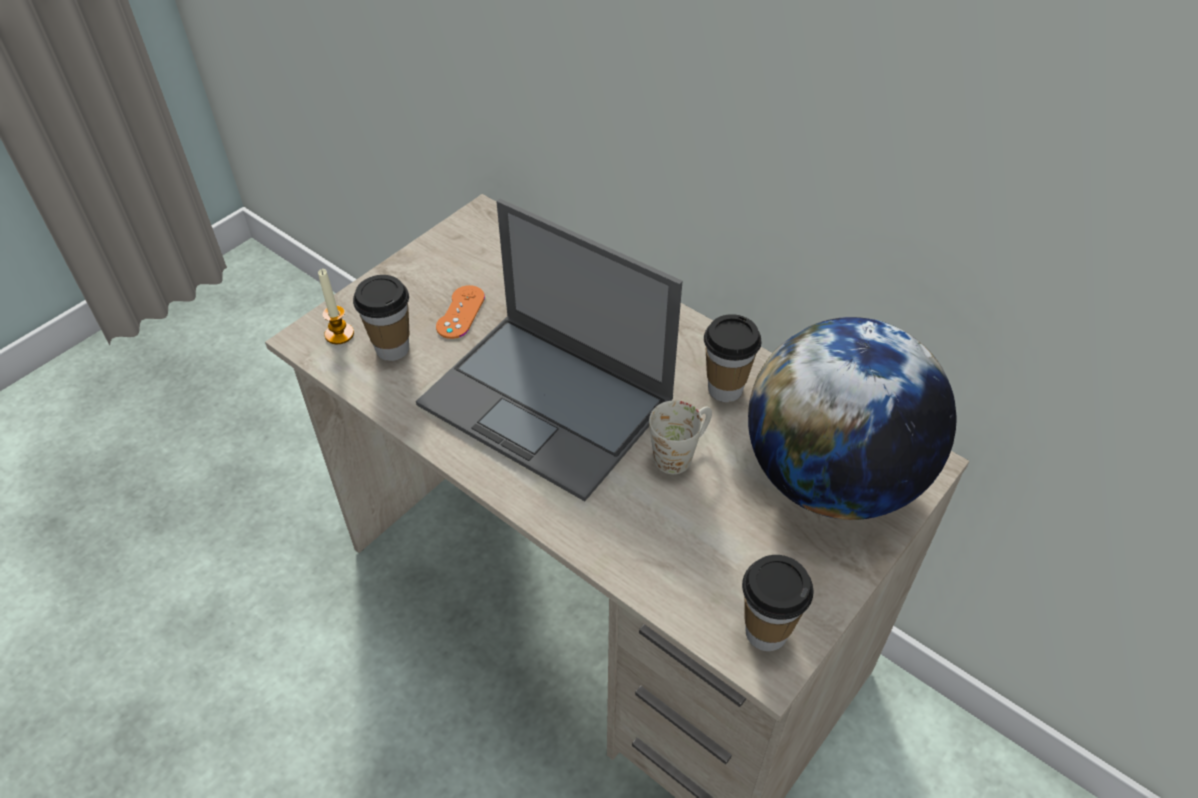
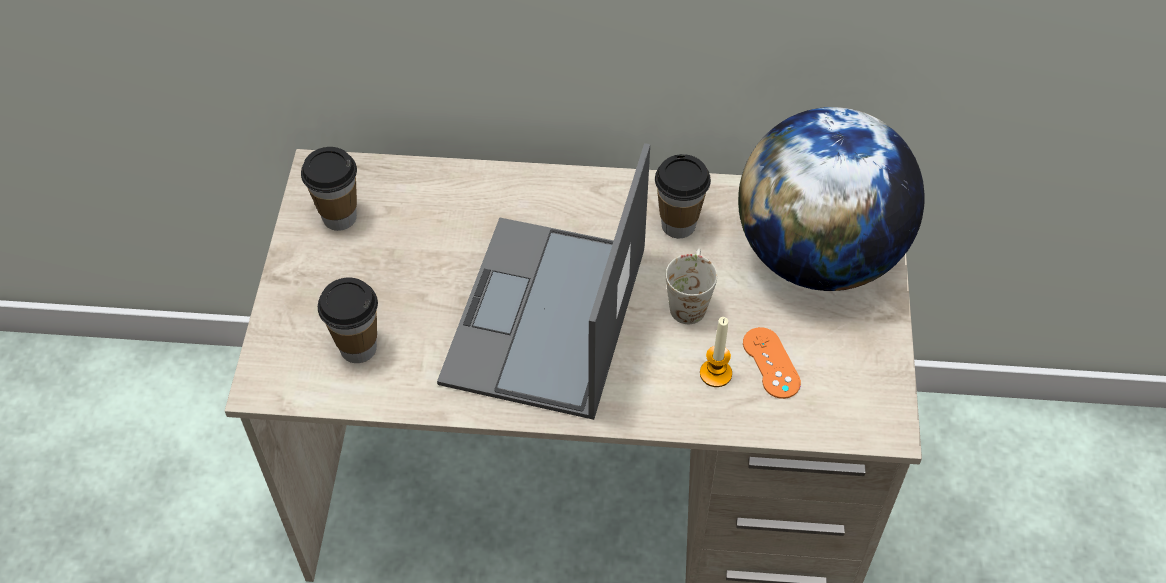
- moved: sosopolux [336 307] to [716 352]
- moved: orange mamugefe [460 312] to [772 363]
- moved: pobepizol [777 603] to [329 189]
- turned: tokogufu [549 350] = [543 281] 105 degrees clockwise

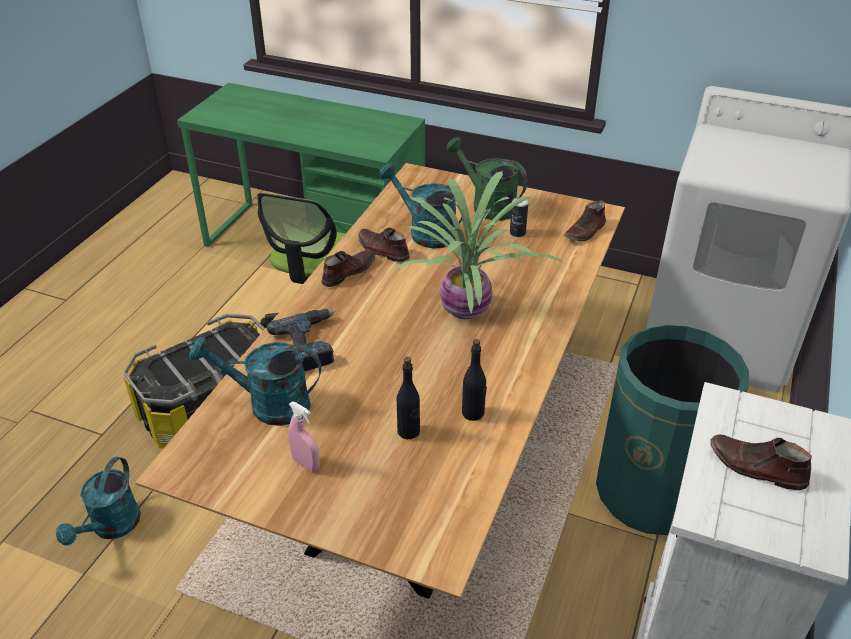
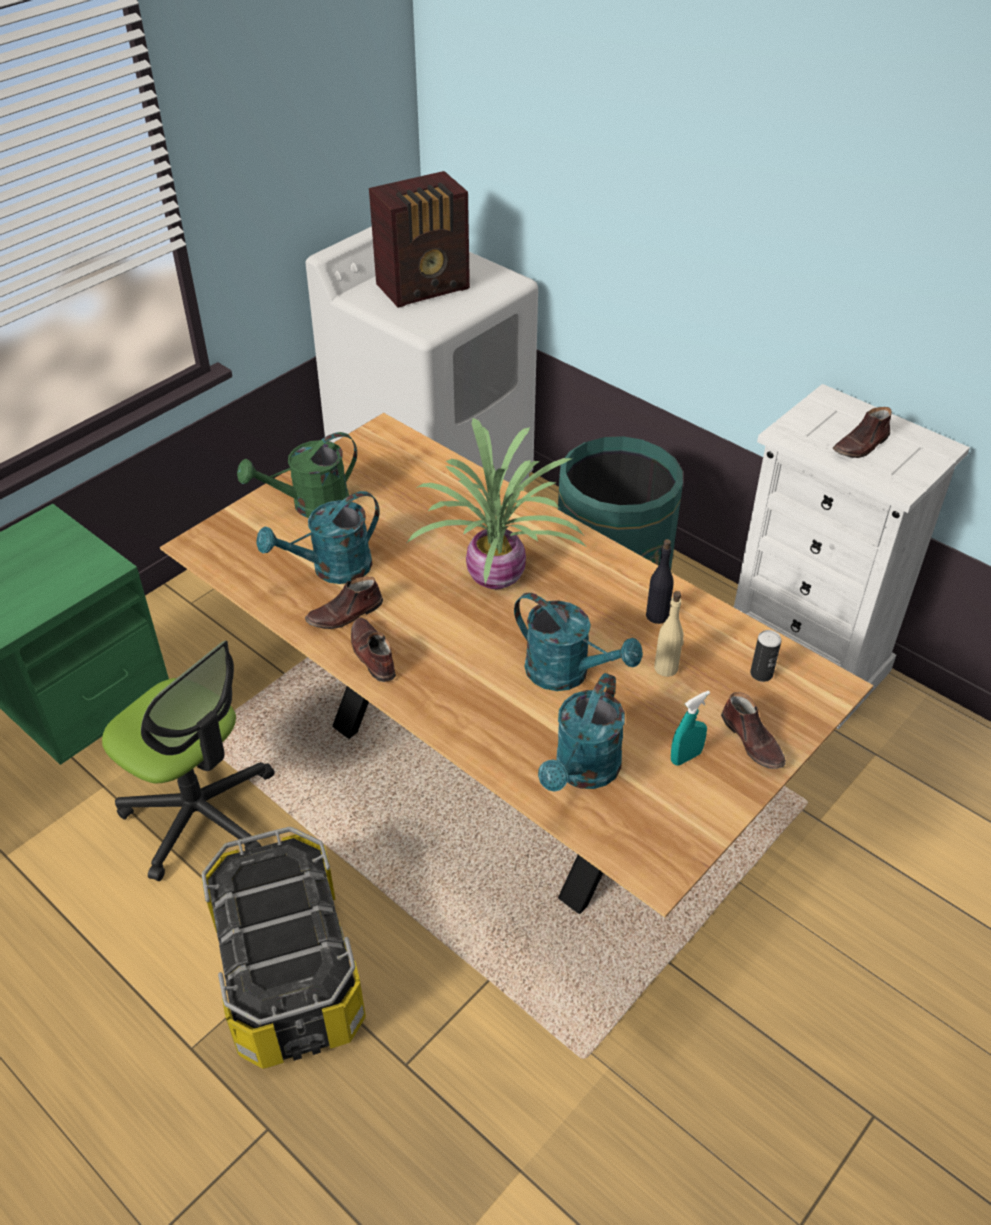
- removed: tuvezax [301 340]
- added: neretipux [419 239]
- moved: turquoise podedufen [98 501] to [578 642]
- moved: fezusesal [519 217] to [766 656]
- moved: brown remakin [585 220] to [753 730]
- recoloured: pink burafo [304 437] to turquoise burafo [690 728]
- recoloured: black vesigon [408 398] to beige vesigon [668 634]

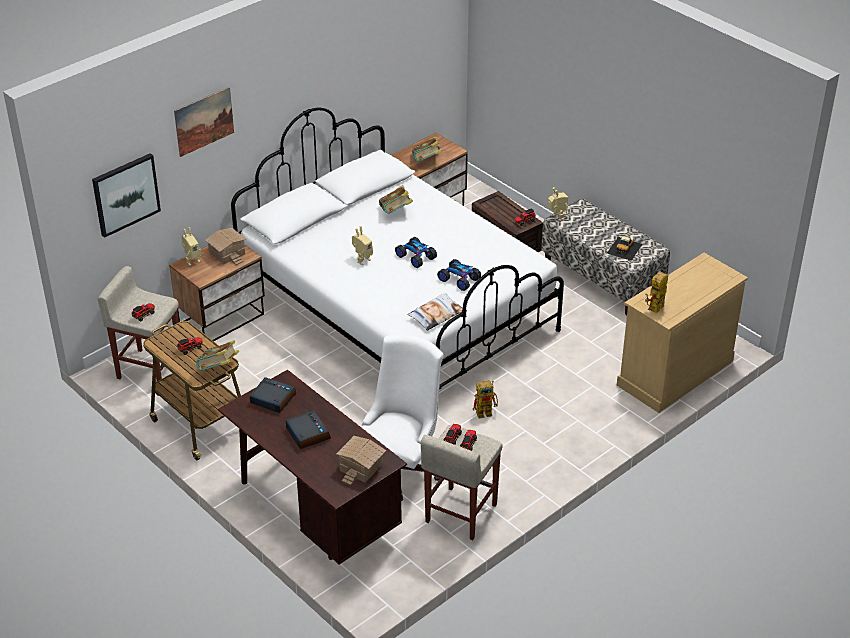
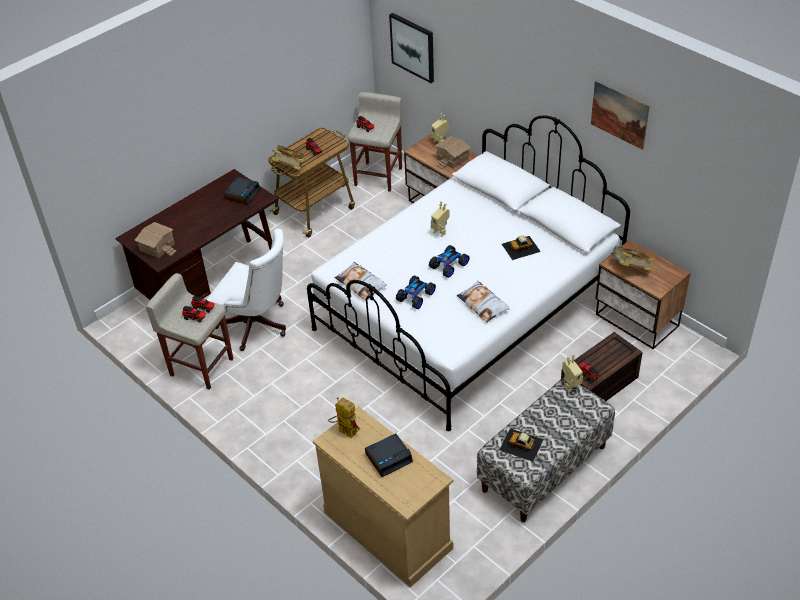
- removed: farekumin [485 399]
- added: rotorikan [483 301]
- moved: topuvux [204 122] to [620 115]
- moved: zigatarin [308 429] to [389 455]
- replaced: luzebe [396 199] to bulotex [521 248]

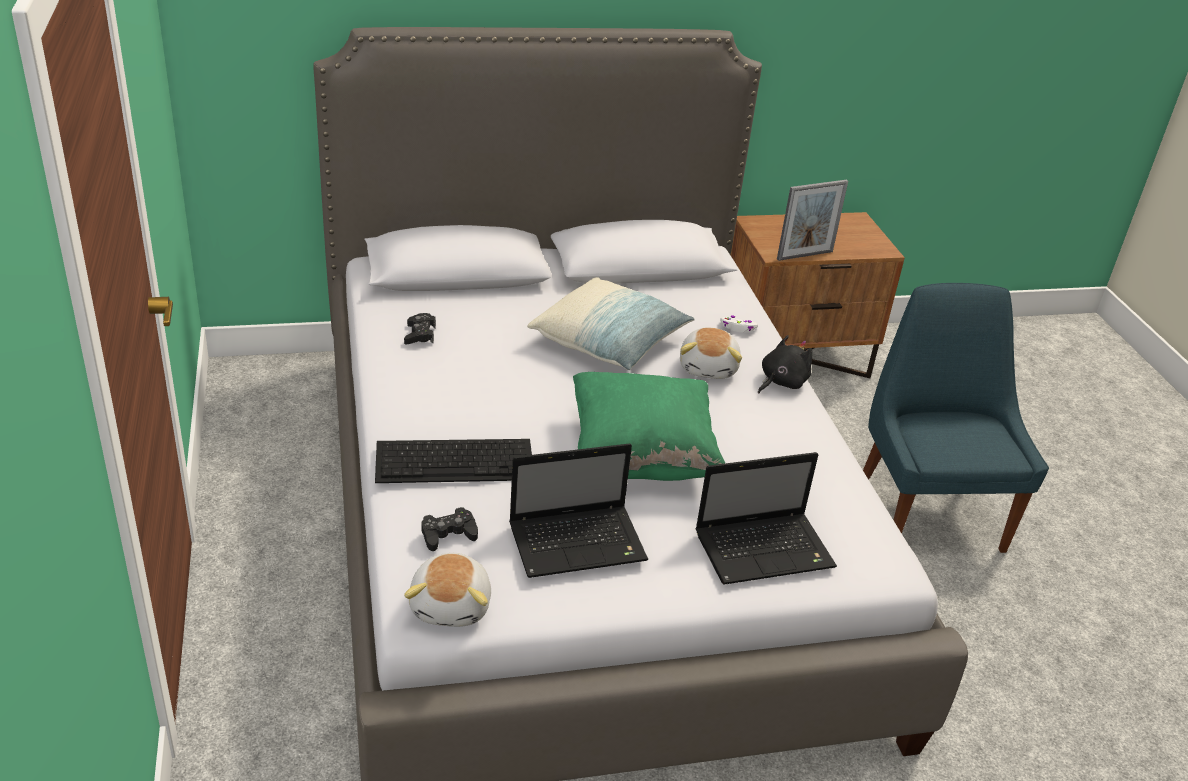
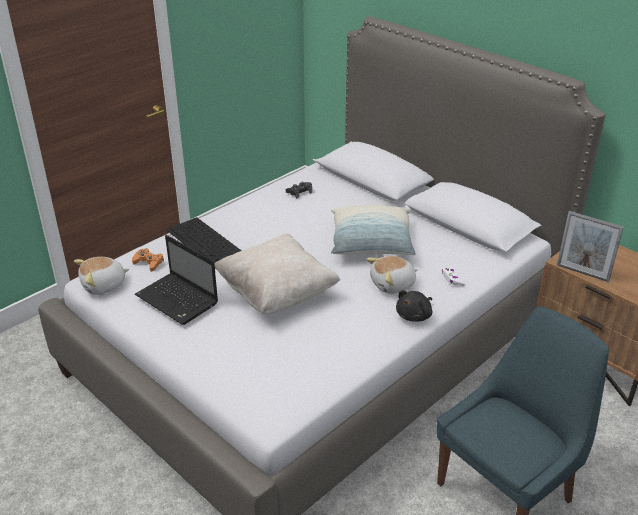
- removed: tokogufu [766 518]
- recoloured: black mamugefe [449 529] to orange mamugefe [148 260]
- recoloured: green rotorikan [649 426] to beige rotorikan [277 274]
- turned: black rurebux [785 364] = [414 306] 120 degrees clockwise

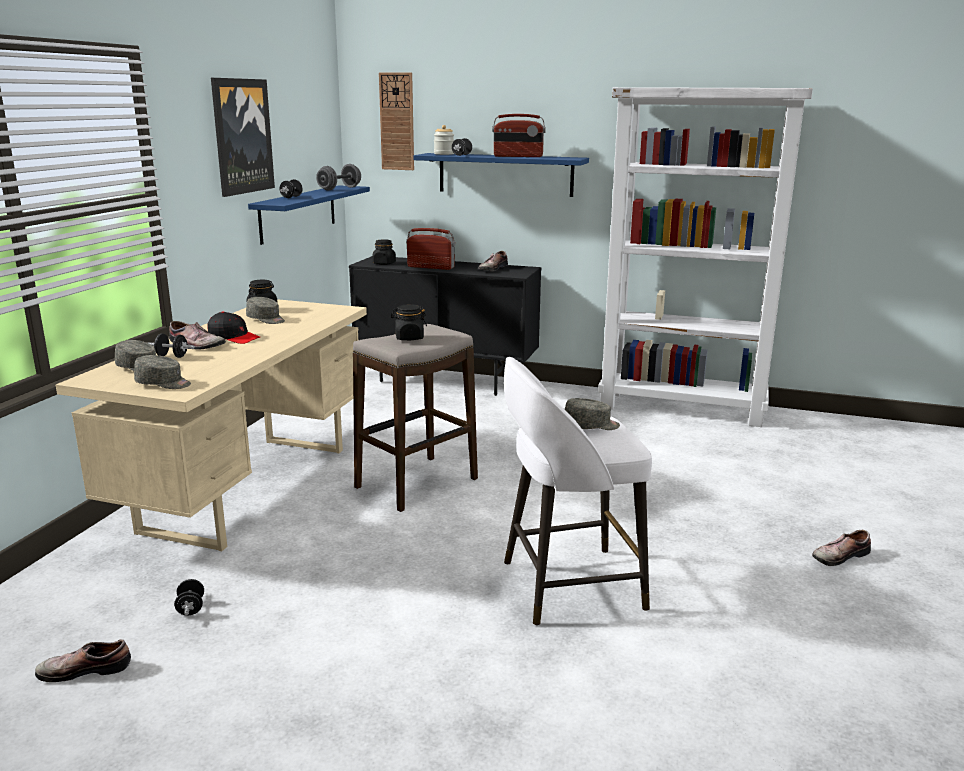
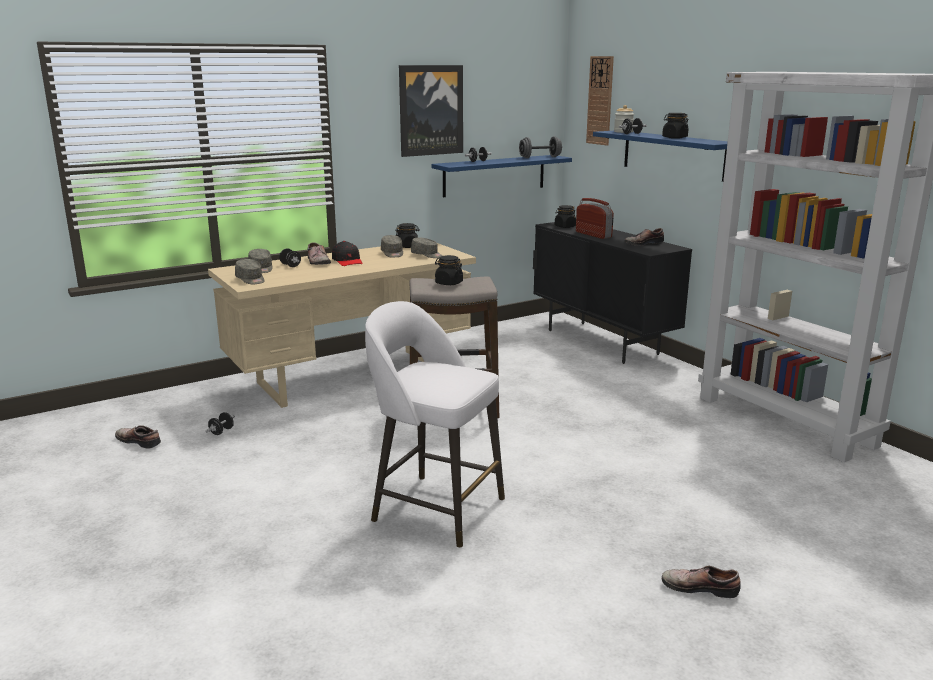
- moved: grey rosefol [592 414] to [426 248]
- replaced: neretipux [519 135] to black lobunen [675 126]

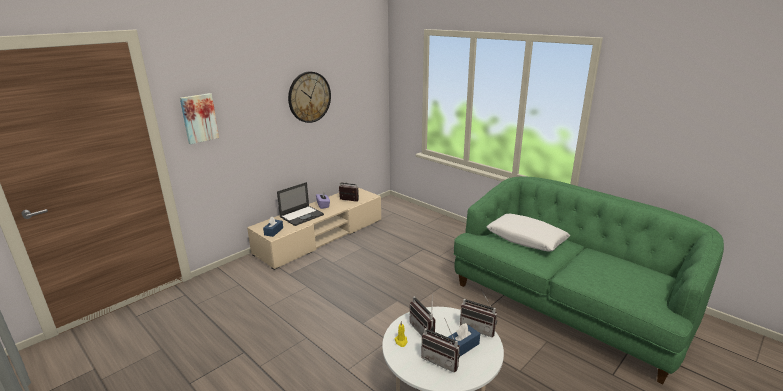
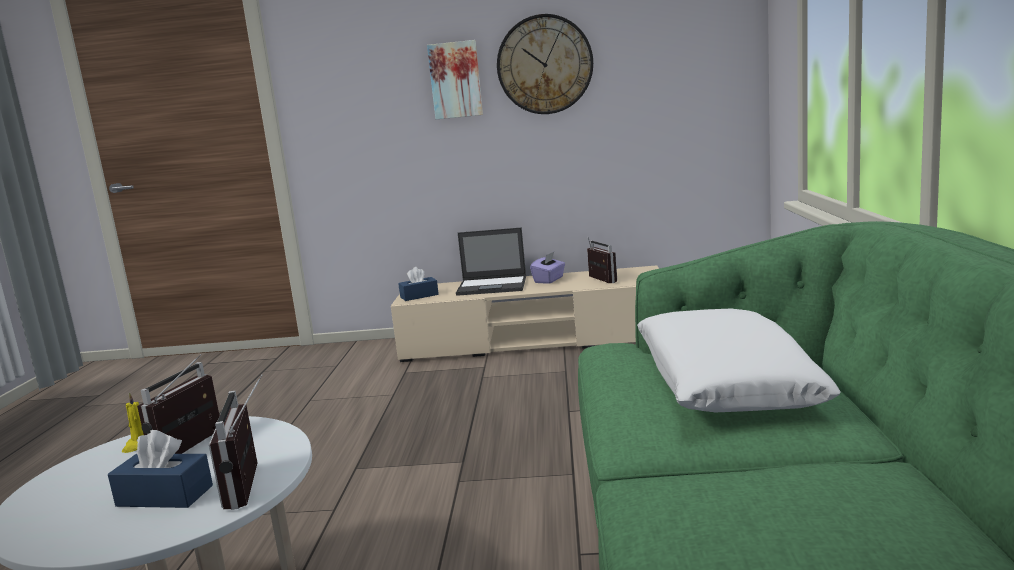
- removed: neretipux [440 345]
- moved: topuvux [199 118] to [455 79]

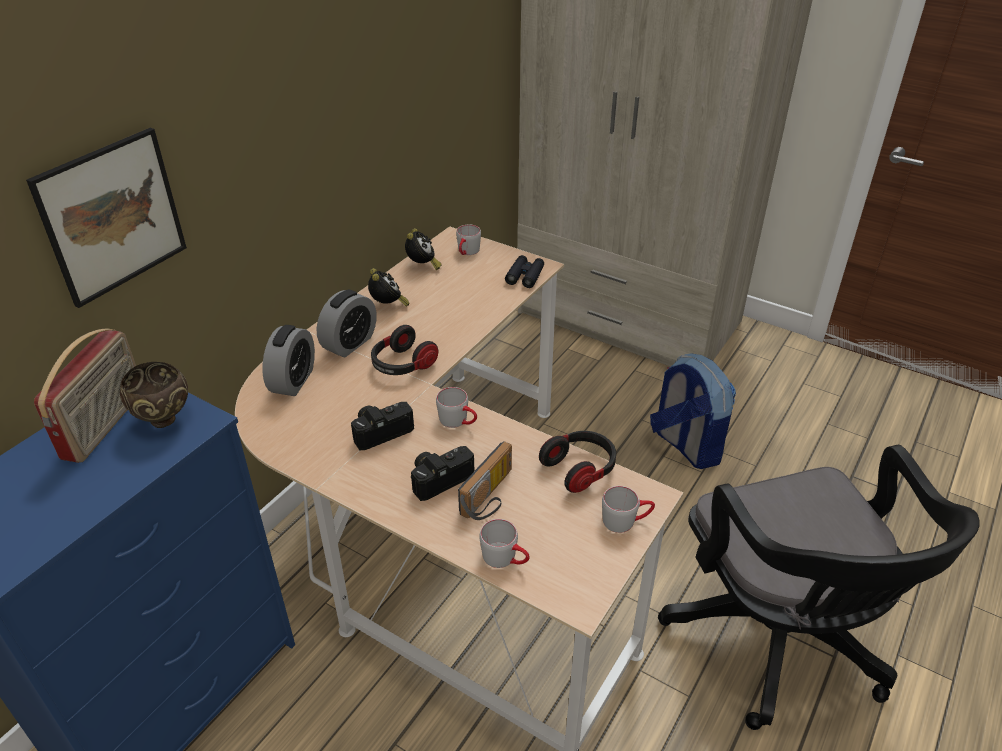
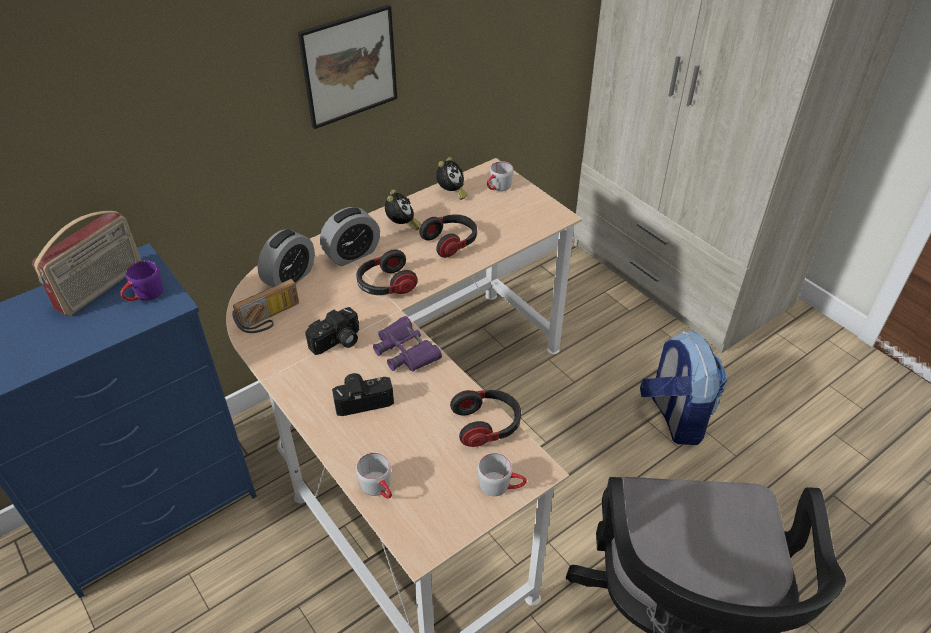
- removed: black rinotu [524 271]
- added: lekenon [448 236]
- moved: topuvux [106 218] to [347 66]
- moved: neretipux [485 480] to [265 306]
- replaced: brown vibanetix [154 395] to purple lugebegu [141 280]
- replaced: grey lugebegu [456 407] to purple rinotu [407 343]
- turned: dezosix [382 426] = [332 331] 150 degrees clockwise

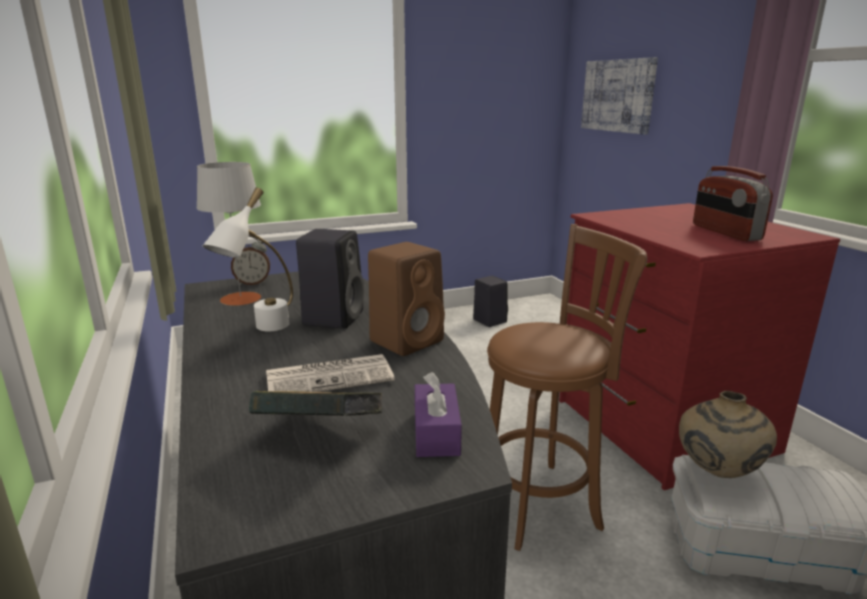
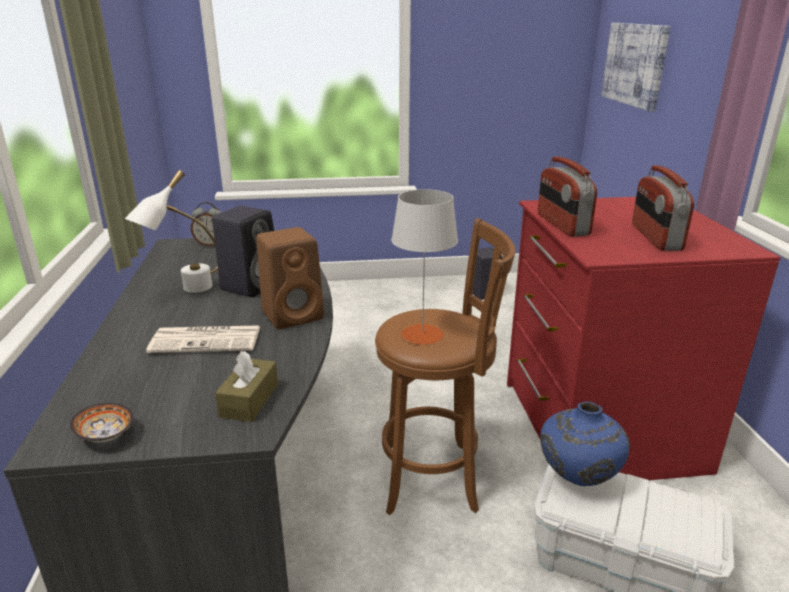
- removed: luzebe [315 403]
- added: vibanetix [102 422]
- added: neretipux [567 197]
- moved: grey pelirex [228 234] to [424 267]
- recoloured: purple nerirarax [438 414] to brown nerirarax [246 386]
- recoloured: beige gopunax [728 434] to blue gopunax [585 443]

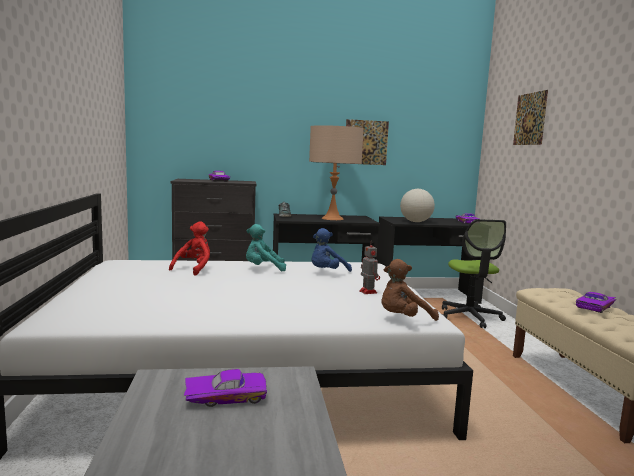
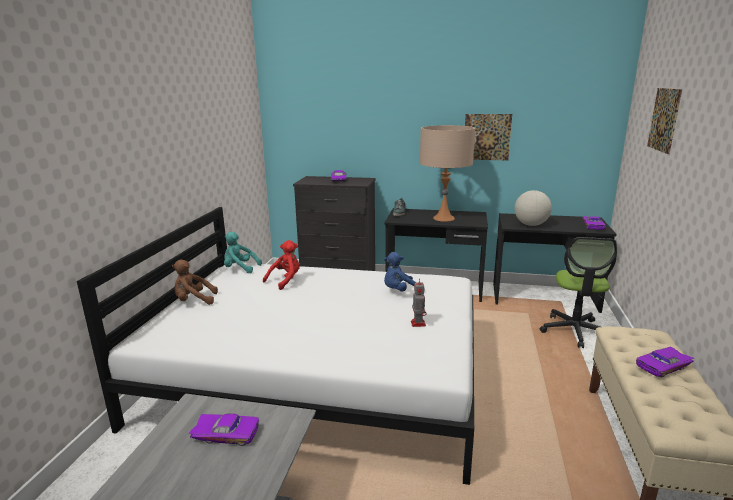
- moved: turquoise rurebux [266 247] to [243 252]
- moved: brown rurebux [410 290] to [195 282]

